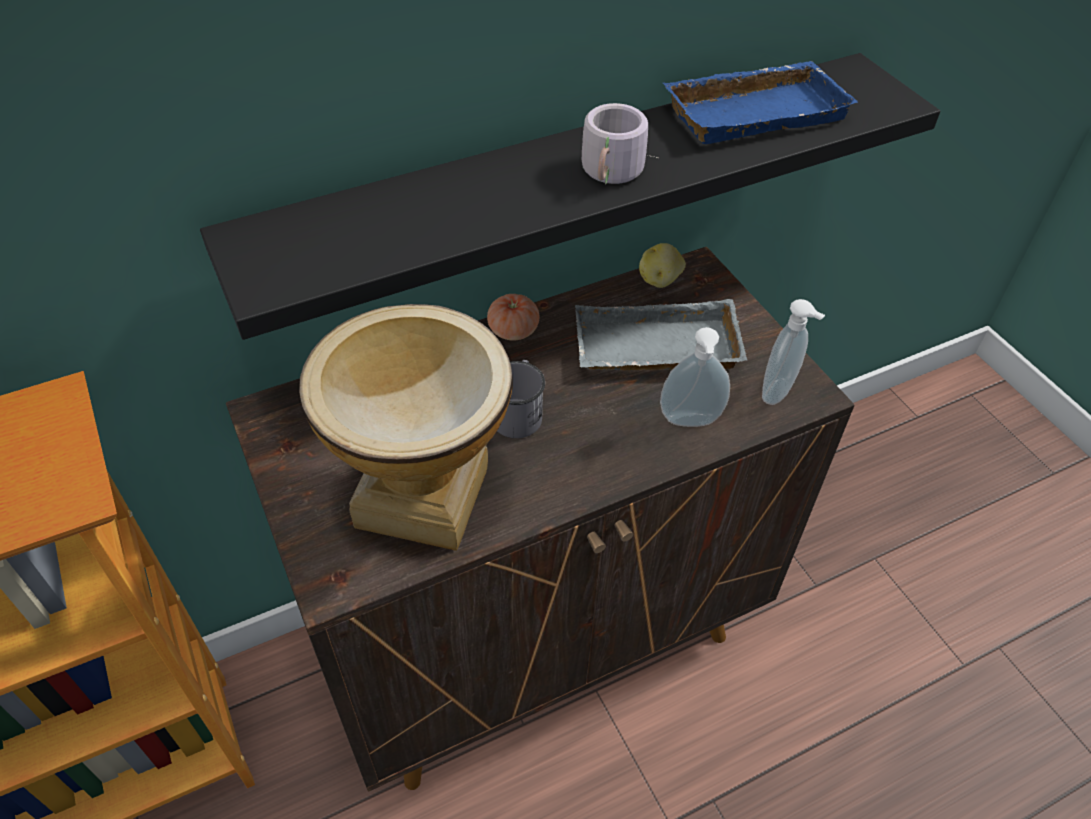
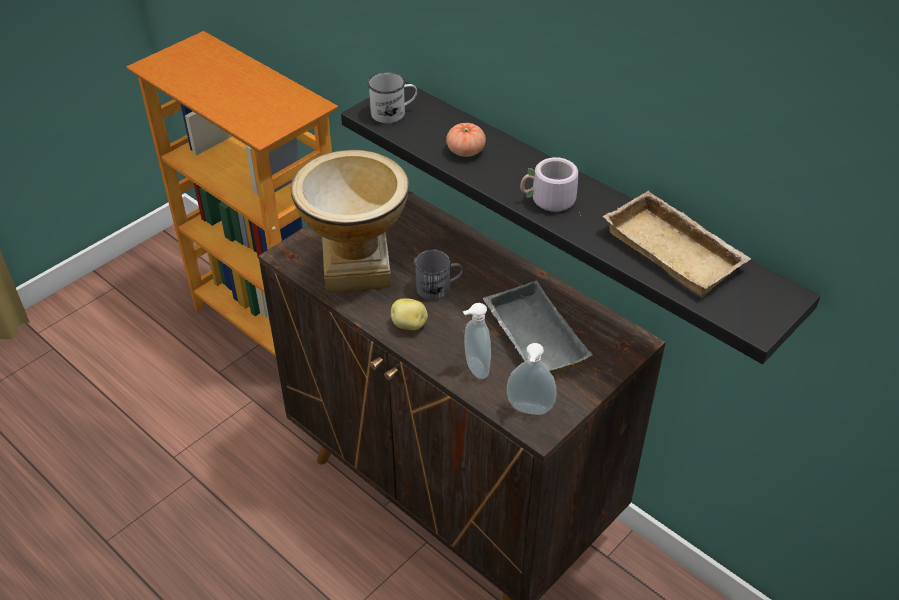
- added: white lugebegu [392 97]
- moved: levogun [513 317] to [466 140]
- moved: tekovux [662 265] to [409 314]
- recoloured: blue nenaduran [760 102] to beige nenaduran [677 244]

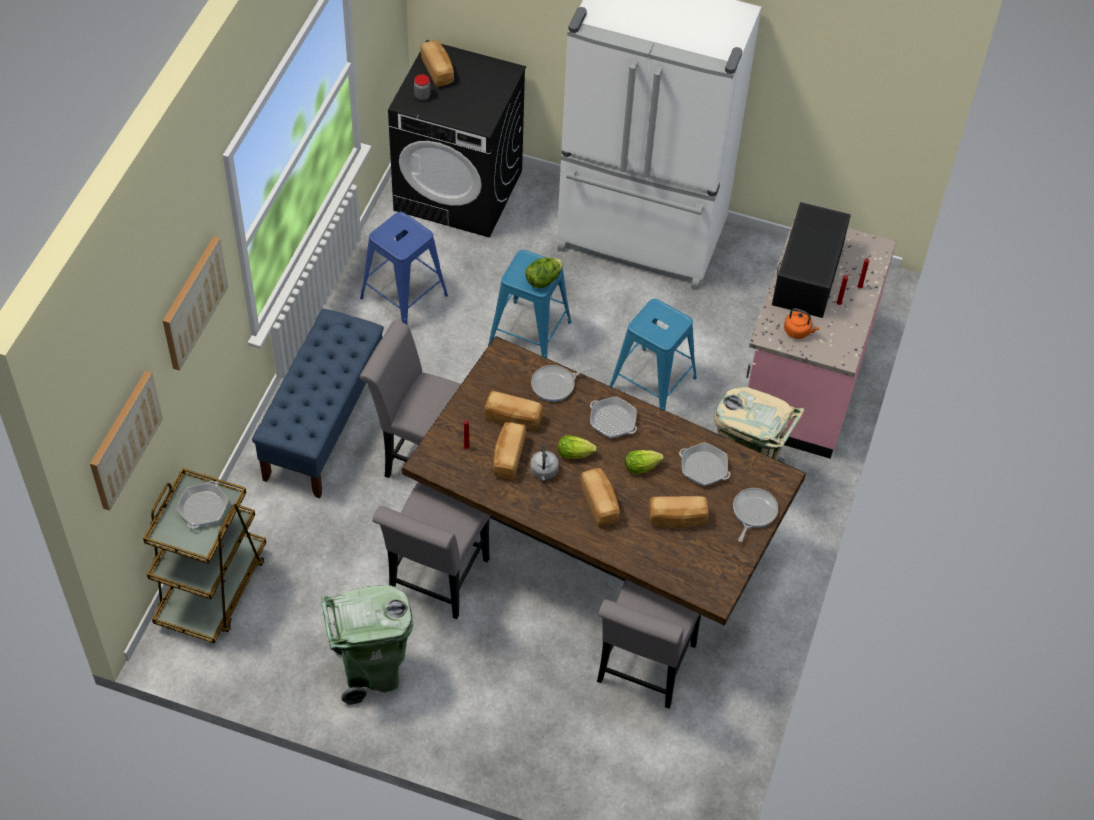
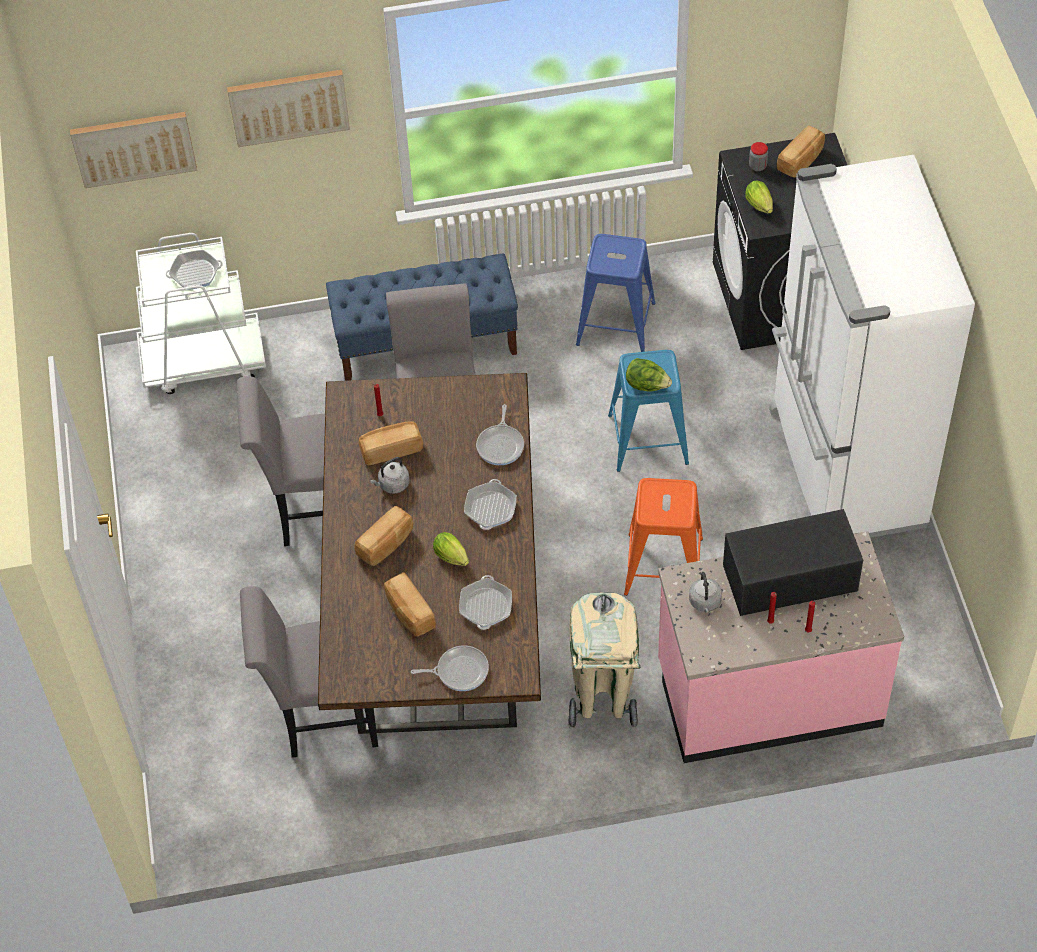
- removed: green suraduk [367 645]
- removed: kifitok [513 410]
- moved: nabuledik [577 447] to [759 197]
- recoloured: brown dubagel [204 556] to white dubagel [201 313]
- recoloured: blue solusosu [653 354] to orange solusosu [663 537]
- recoloured: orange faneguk [802 323] to grey faneguk [705 592]
- turned: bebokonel [562 383] = [500 434] 120 degrees counterclockwise

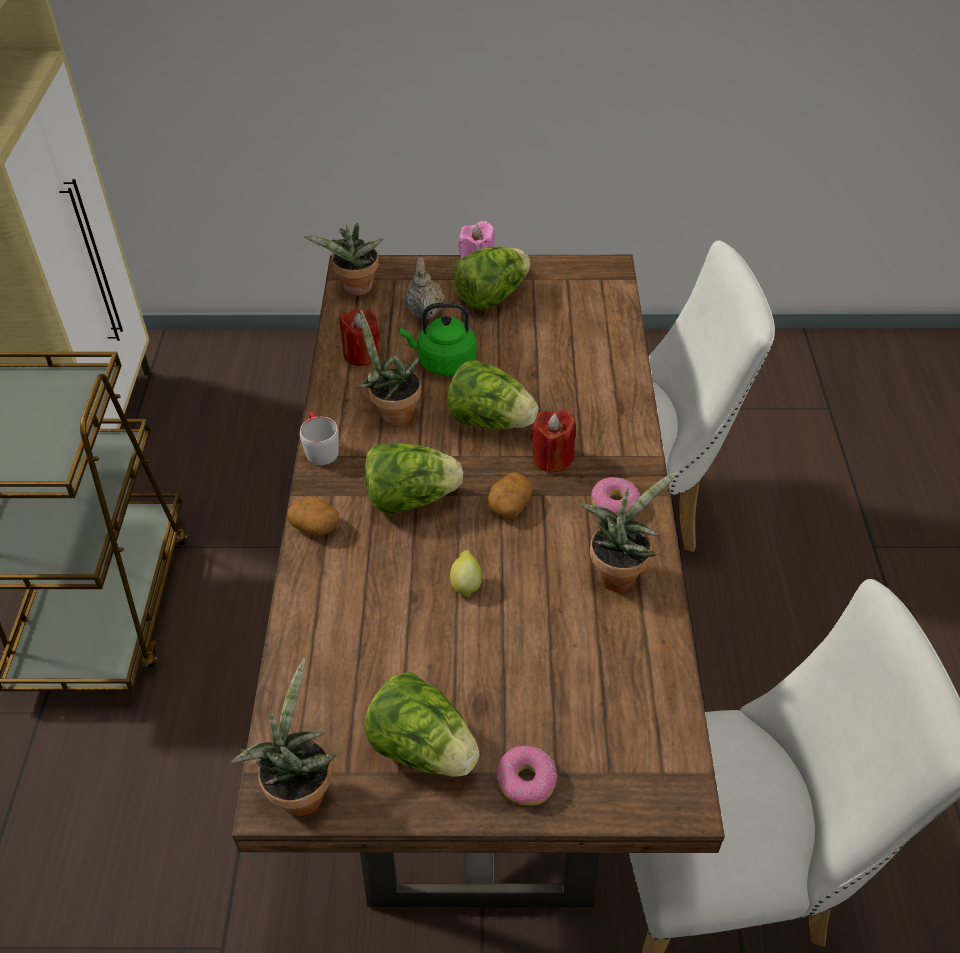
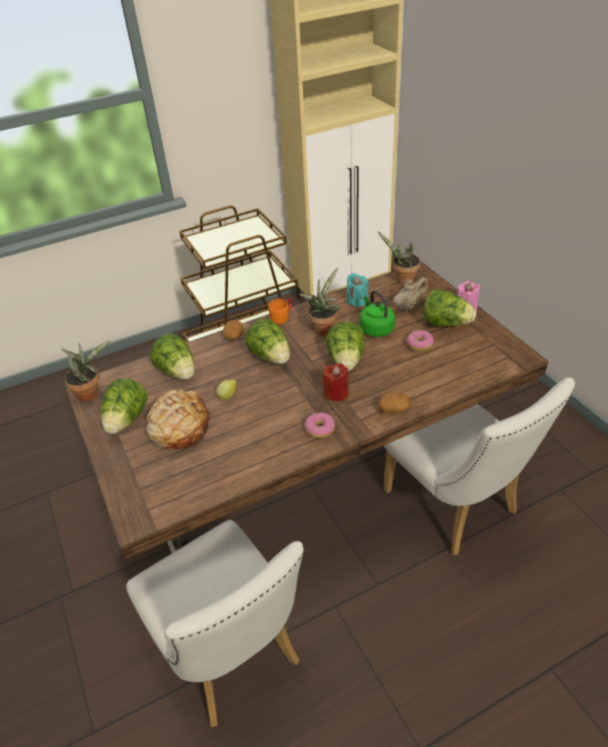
- removed: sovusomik [629 531]
- added: kifitok [178 419]
- added: nabuledik [172 356]
- moved: tekovux [510 495] to [394 402]
- moved: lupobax [527 776] to [420 340]
- recoloured: grey lugebegu [319 438] to orange lugebegu [280 311]
- recoloured: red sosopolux [360 337] to turquoise sosopolux [357 290]

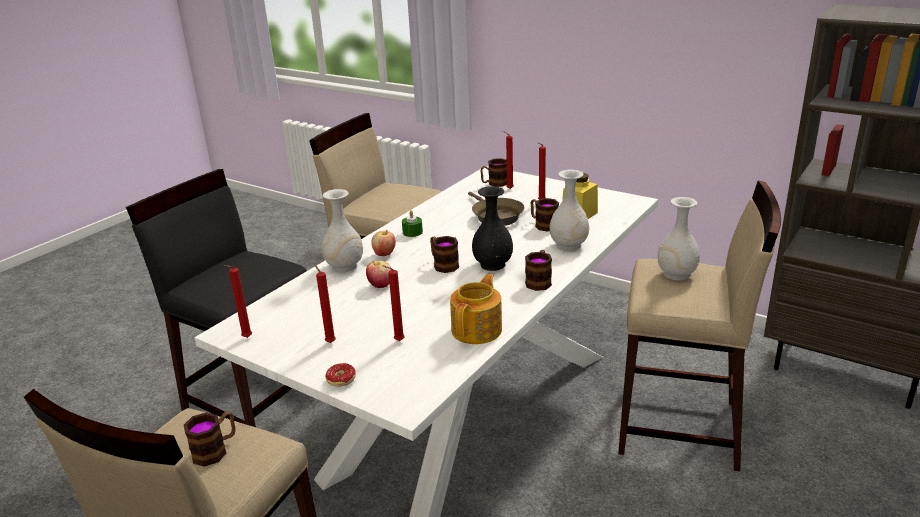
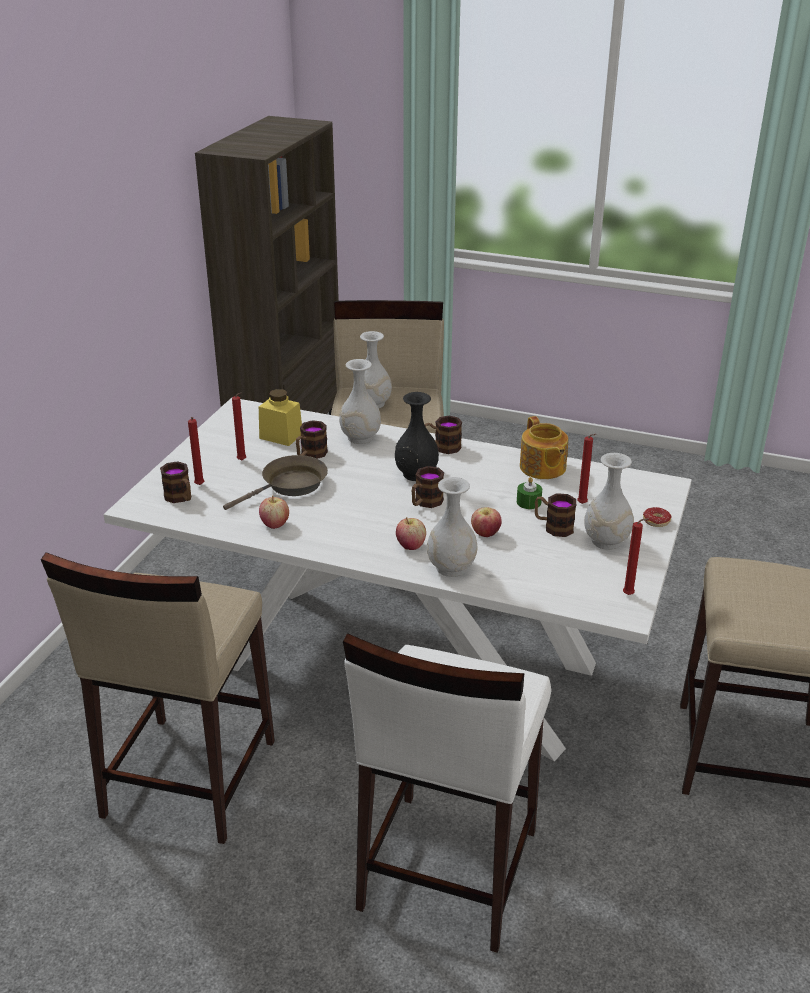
- added: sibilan [274 512]
- moved: lugebegu [210 439] to [555 515]
- moved: green sosopolux [412 223] to [529 493]
- replaced: red sosopolux [325 303] to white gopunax [609 501]
- recoloured: black solusosu [216 298] to white solusosu [447 793]
- turned: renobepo [476 309] = [544 447] 120 degrees counterclockwise

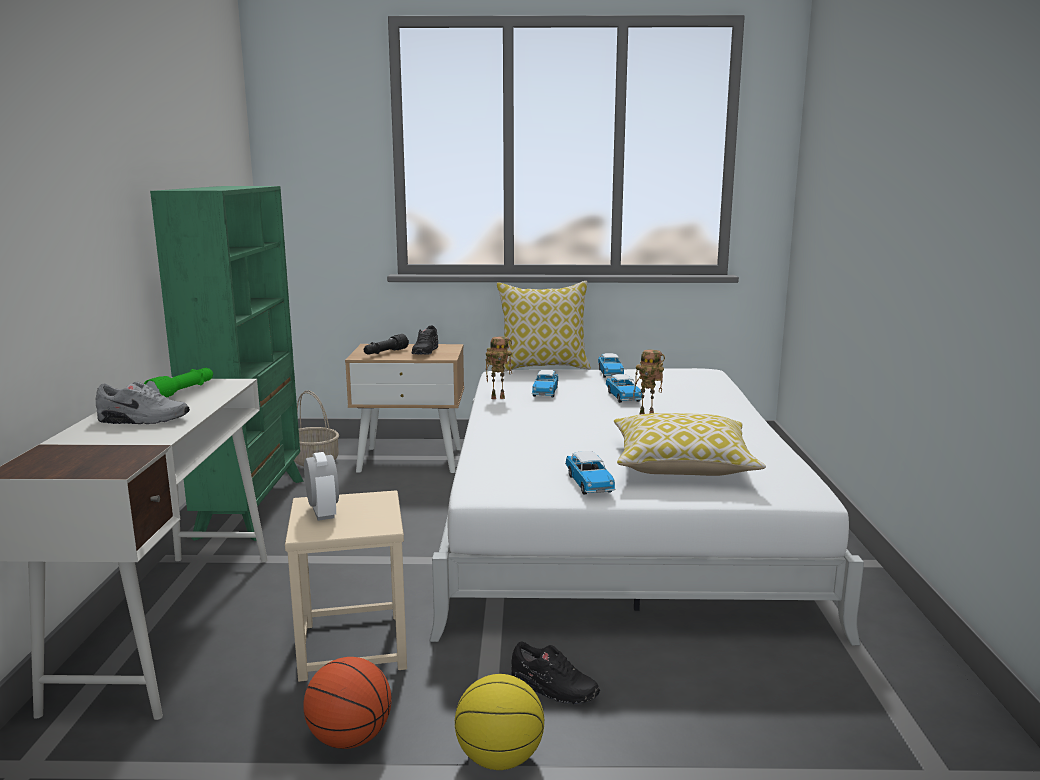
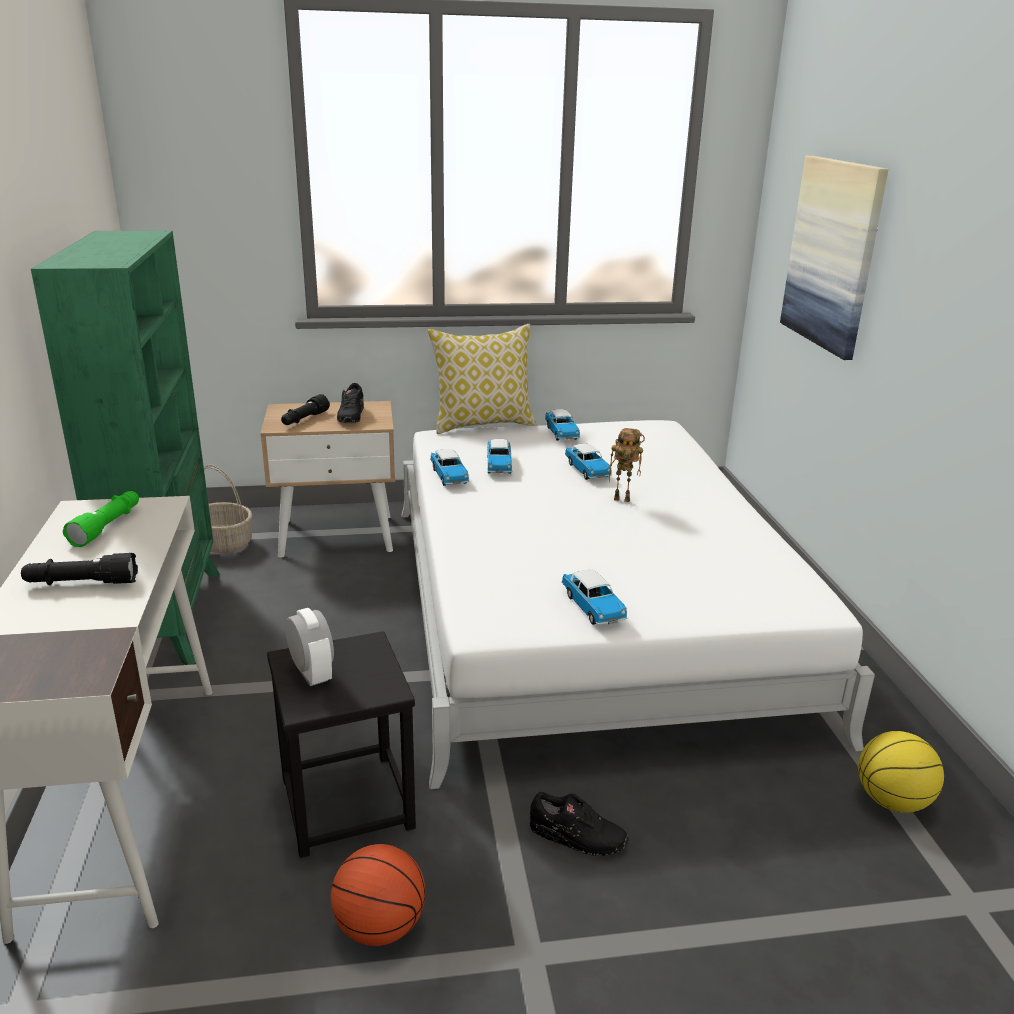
- removed: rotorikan [690 444]
- added: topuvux [834 258]
- moved: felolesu [499 722] to [901 772]
- replaced: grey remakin [143 403] to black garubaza [79 569]
- replaced: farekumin [499 367] to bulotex [449 467]
- recoloured: beige solusosu [346 586] to black solusosu [341 744]

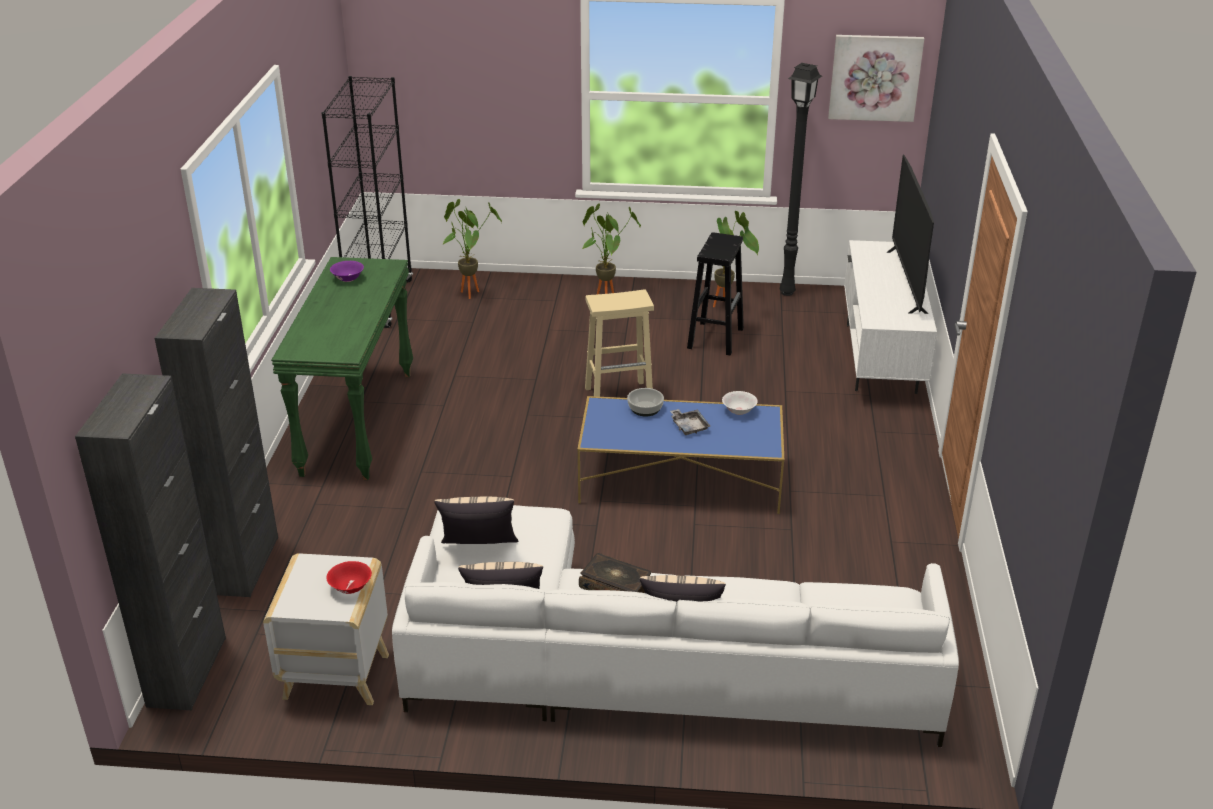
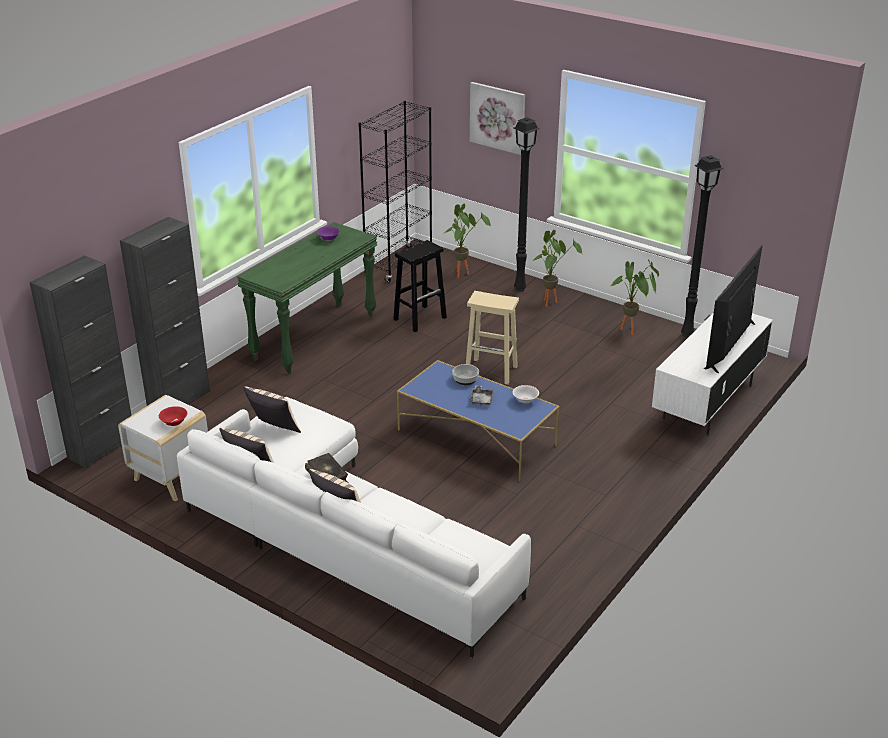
- added: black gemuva [526 204]
- moved: black solusosu [715 294] to [420 286]
- moved: topuvux [876 78] to [497 118]

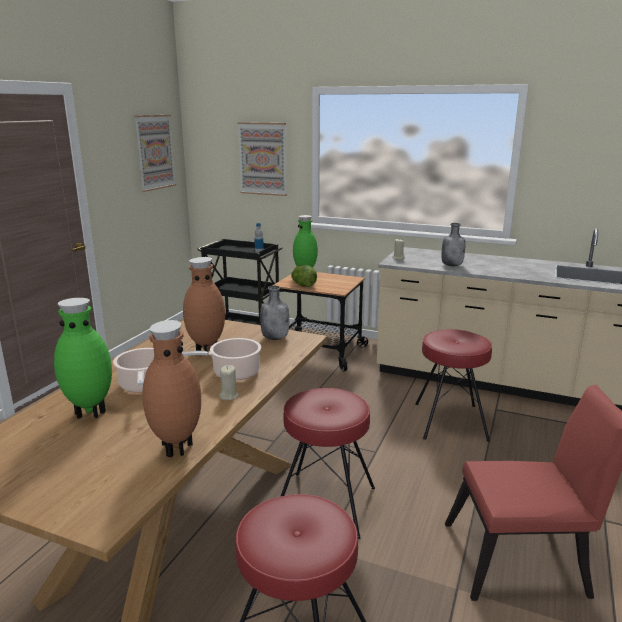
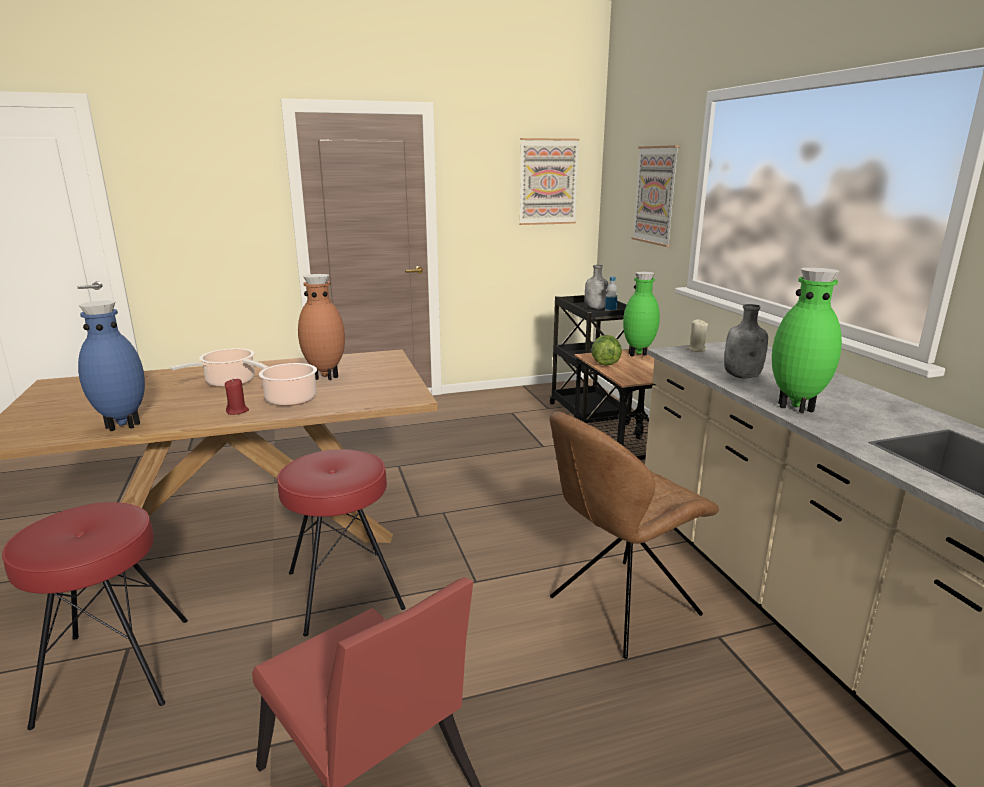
- moved: green gopunax [83 358] to [807 340]
- moved: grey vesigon [274 313] to [596 287]
- replaced: red solusosu [453 385] to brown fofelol [634 535]
- recoloured: brown gopunax [171 388] to blue gopunax [111 366]
- recoloured: beige sosopolux [229 382] to red sosopolux [237 396]

